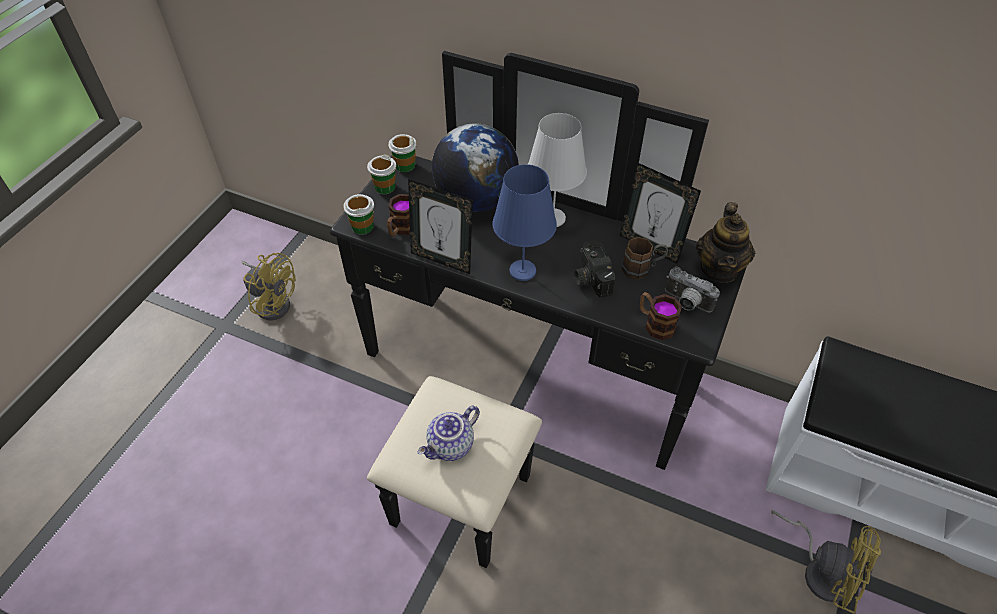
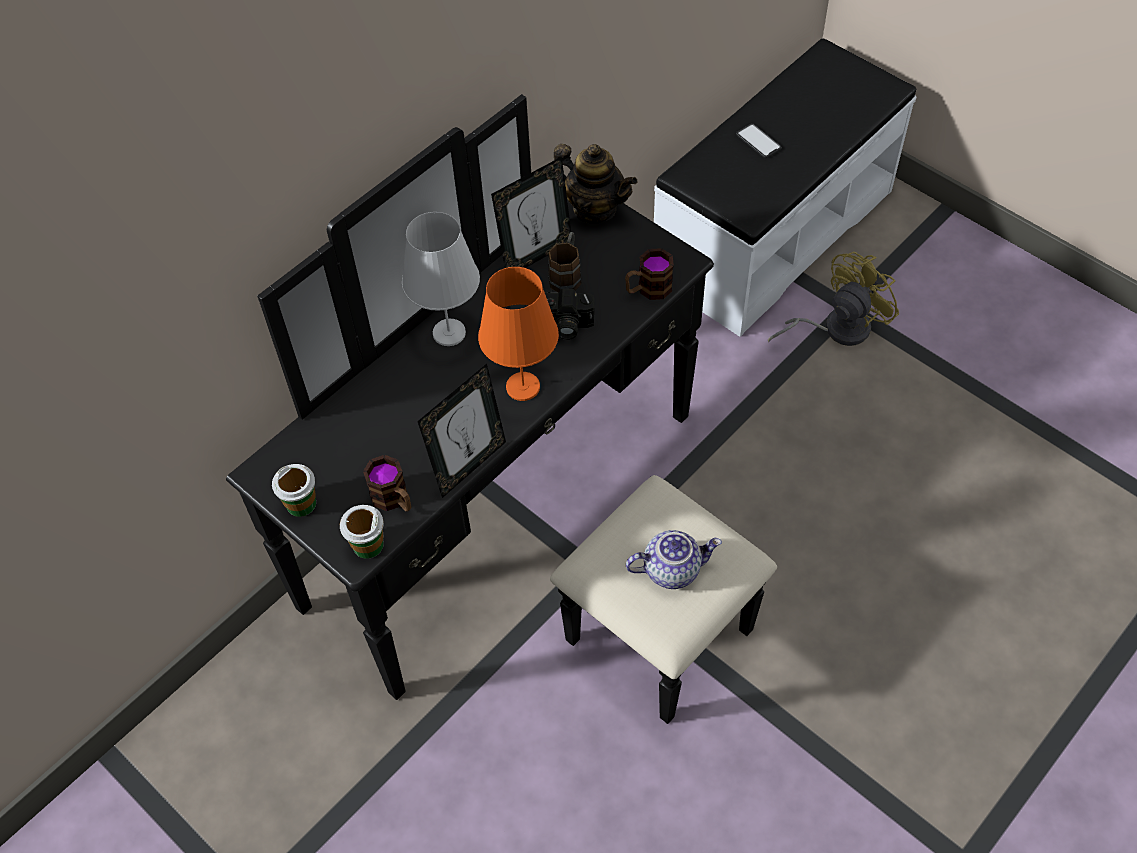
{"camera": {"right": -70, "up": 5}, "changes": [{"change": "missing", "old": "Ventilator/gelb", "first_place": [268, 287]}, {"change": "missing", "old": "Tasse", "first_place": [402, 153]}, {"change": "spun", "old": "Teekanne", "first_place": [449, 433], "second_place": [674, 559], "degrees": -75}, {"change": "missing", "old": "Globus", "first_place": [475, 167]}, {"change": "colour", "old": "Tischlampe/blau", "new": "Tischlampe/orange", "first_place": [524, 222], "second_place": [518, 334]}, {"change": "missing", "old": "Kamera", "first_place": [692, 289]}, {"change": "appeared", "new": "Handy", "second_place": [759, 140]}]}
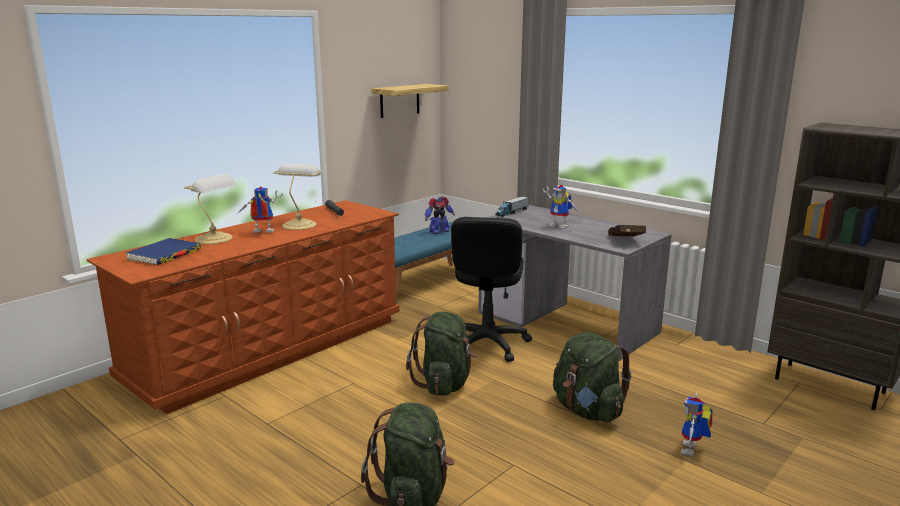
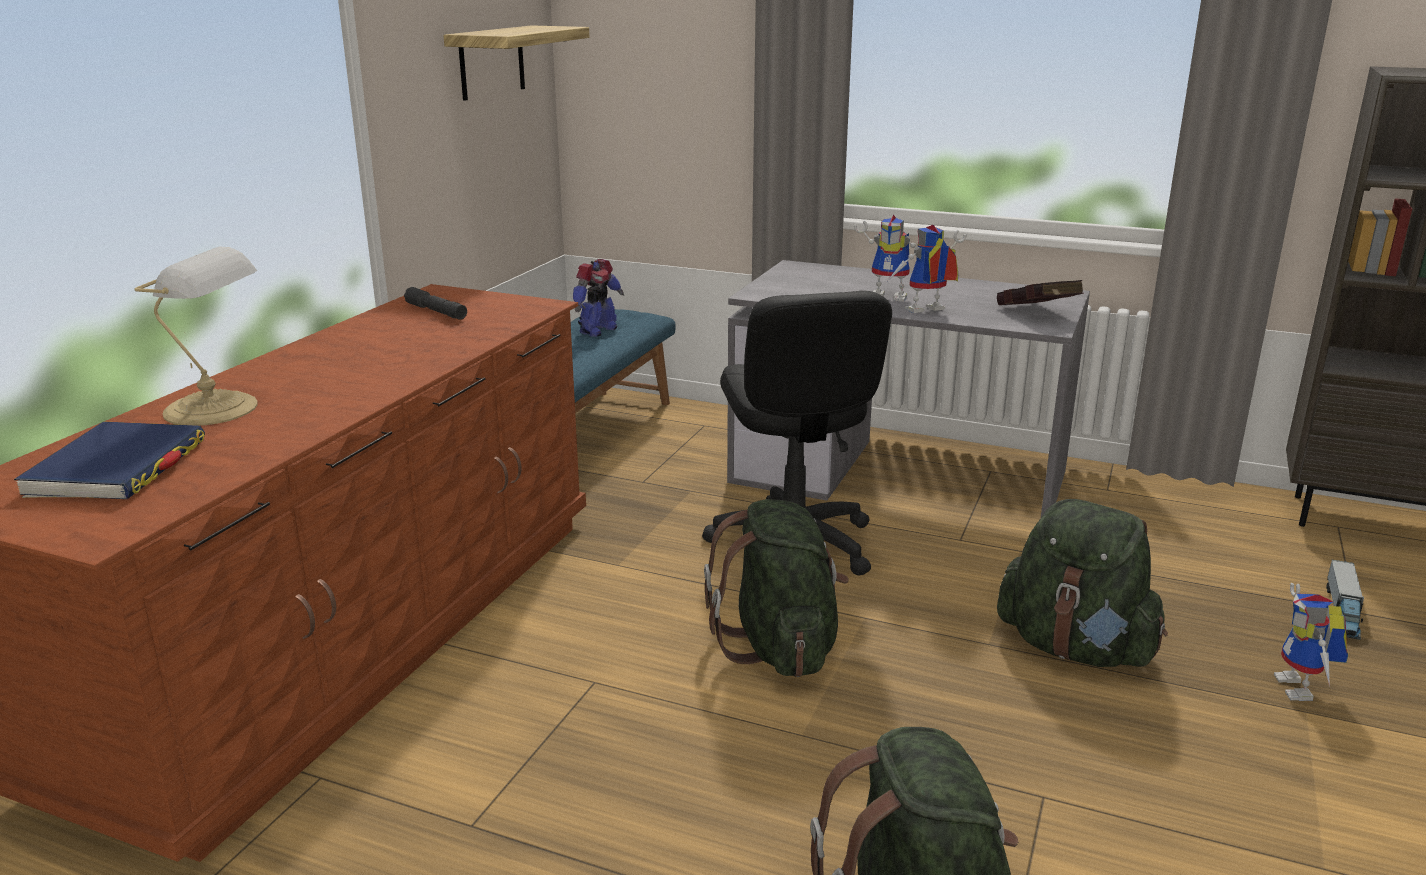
{"camera": {"right": -20, "up": 5}, "changes": [{"change": "relocated", "old": "Spielzeugroboter", "first_place": [260, 209], "second_place": [927, 269]}, {"change": "missing", "old": "Tischlampe", "first_place": [297, 197]}, {"change": "relocated", "old": "Spielzeuglaster", "first_place": [512, 206], "second_place": [1345, 599]}]}
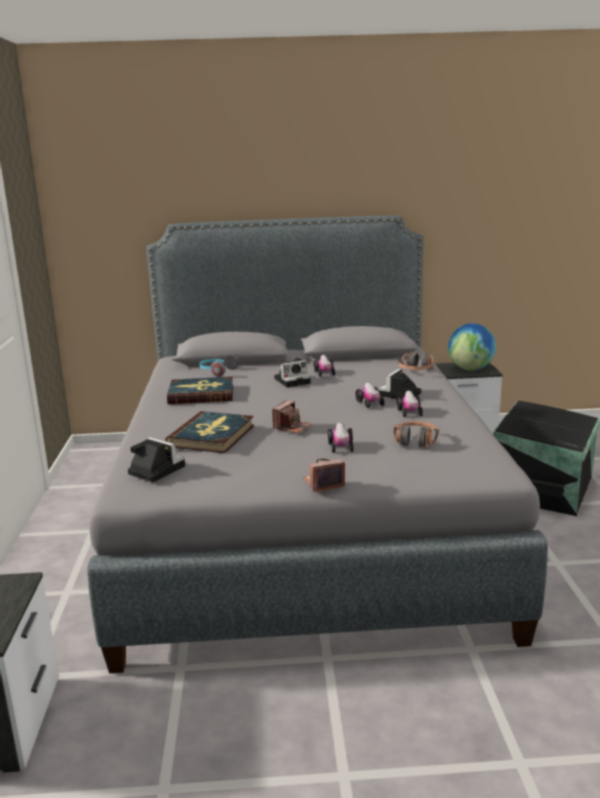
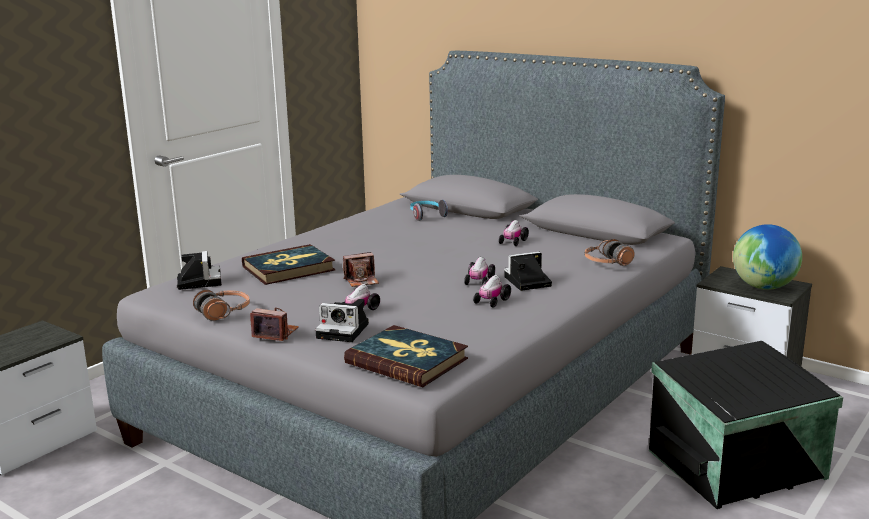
{"camera": {"right": 40, "up": 0}, "changes": [{"change": "relocated", "old": "Buch", "first_place": [200, 390], "second_place": [406, 356]}, {"change": "relocated", "old": "Kamera", "first_place": [292, 372], "second_place": [342, 320]}, {"change": "relocated", "old": "Kopfhörer", "first_place": [416, 434], "second_place": [221, 305]}]}
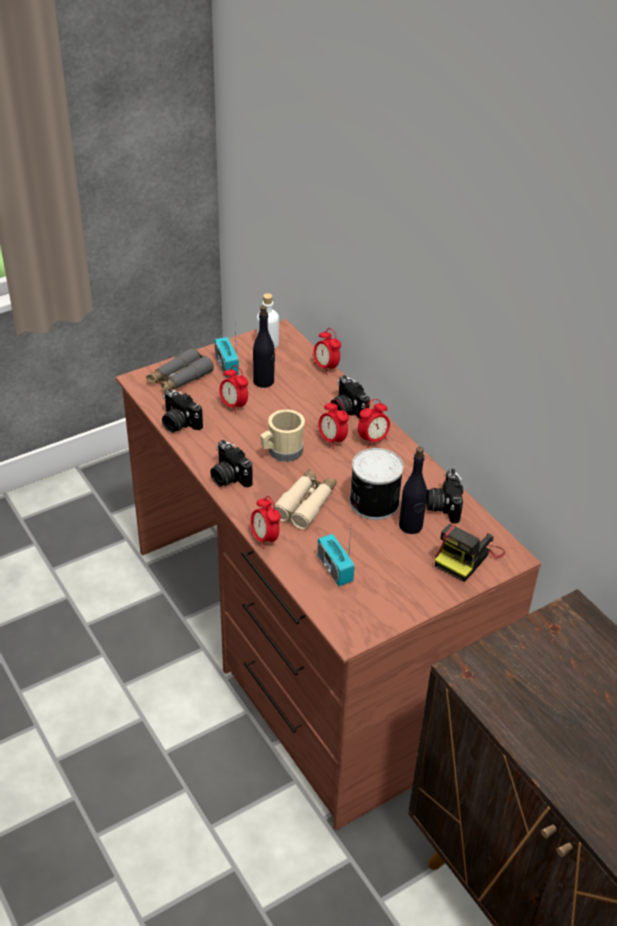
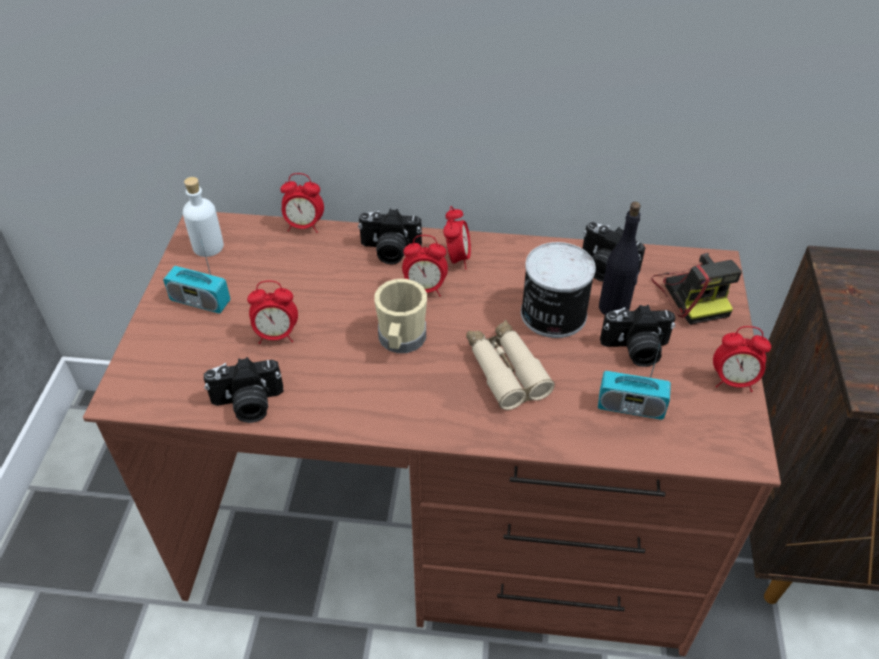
{"camera": {"right": -50, "up": 5}, "changes": [{"change": "missing", "old": "Fernglas/grau", "first_place": [180, 369]}, {"change": "relocated", "old": "Kamera", "first_place": [231, 464], "second_place": [637, 336]}, {"change": "relocated", "old": "Wecker", "first_place": [266, 522], "second_place": [742, 359]}, {"change": "missing", "old": "Flasche/schwarz", "first_place": [264, 346]}]}
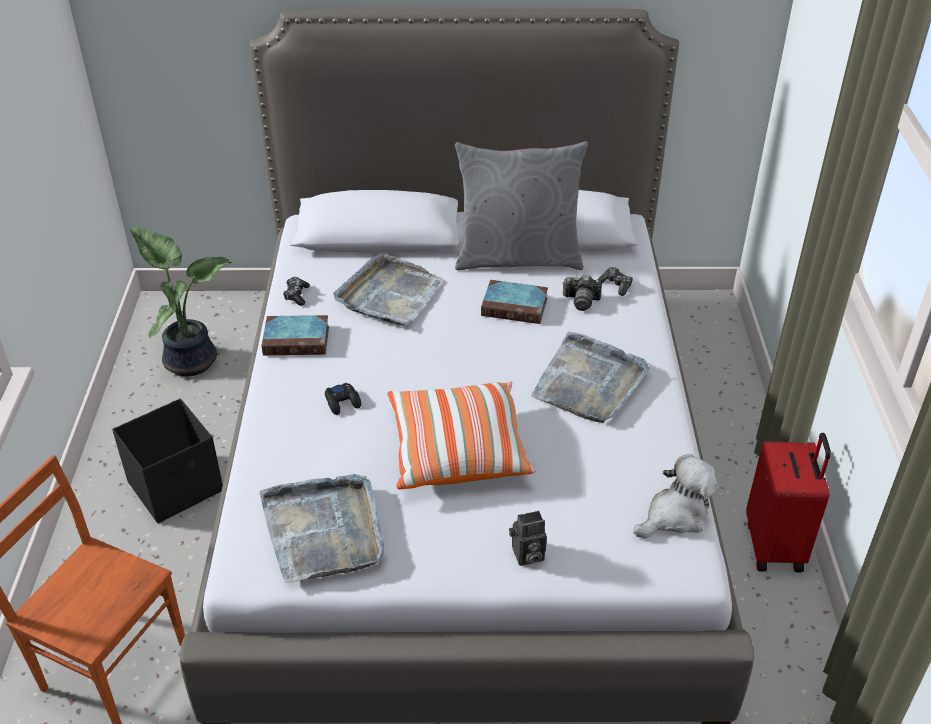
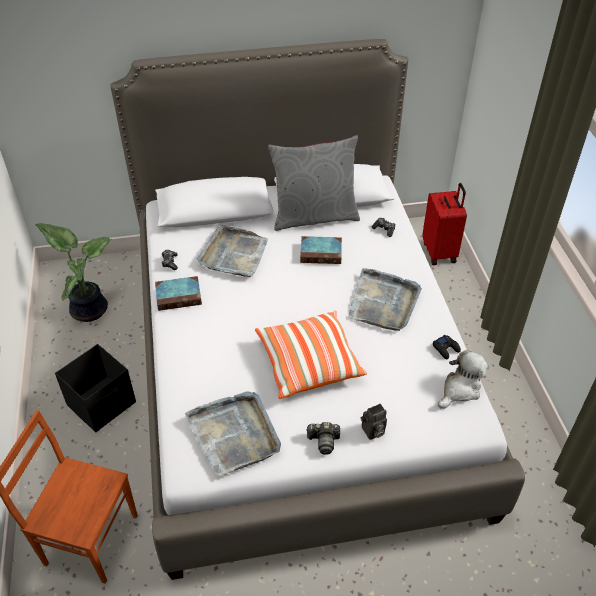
{"camera": {"right": -10, "up": 5}, "changes": [{"change": "relocated", "old": "Gamepad/schwarz", "first_place": [343, 399], "second_place": [447, 347]}, {"change": "relocated", "old": "Kamera", "first_place": [582, 293], "second_place": [323, 438]}, {"change": "relocated", "old": "Koffer/rot", "first_place": [788, 503], "second_place": [444, 224]}]}
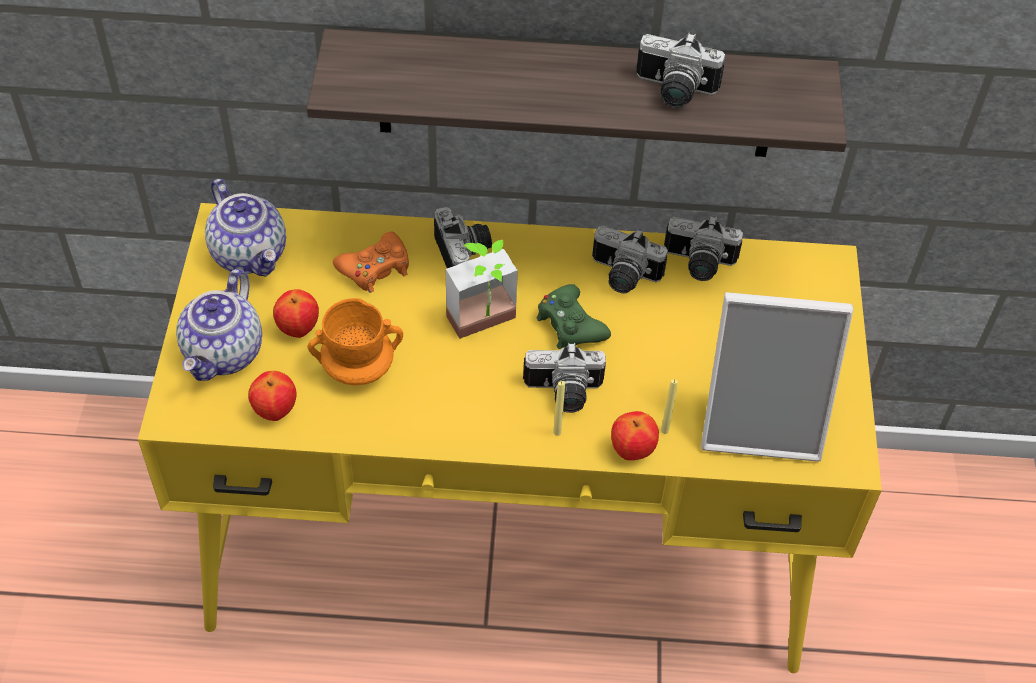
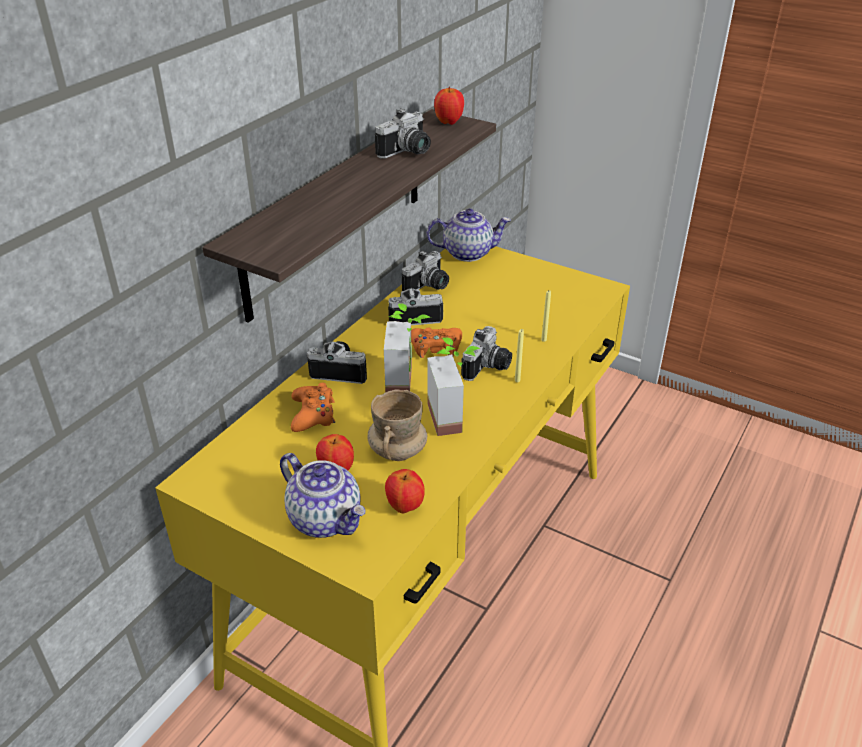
{"camera": {"right": -60, "up": -15}, "changes": [{"change": "relocated", "old": "Teekanne", "first_place": [245, 228], "second_place": [469, 235]}, {"change": "colour", "old": "Henkelbecher/orange", "new": "Henkelbecher/beige", "first_place": [355, 342], "second_place": [397, 425]}, {"change": "colour", "old": "Gamepad/grün", "new": "Gamepad/orange", "first_place": [574, 316], "second_place": [436, 343]}, {"change": "spun", "old": "Kamera", "first_place": [630, 259], "second_place": [415, 306], "degrees": -150}, {"change": "relocated", "old": "Apfel", "first_place": [635, 435], "second_place": [449, 105]}, {"change": "missing", "old": "Bilderrahmen", "first_place": [777, 377]}, {"change": "appeared", "new": "Topfpflanze", "second_place": [453, 386]}]}
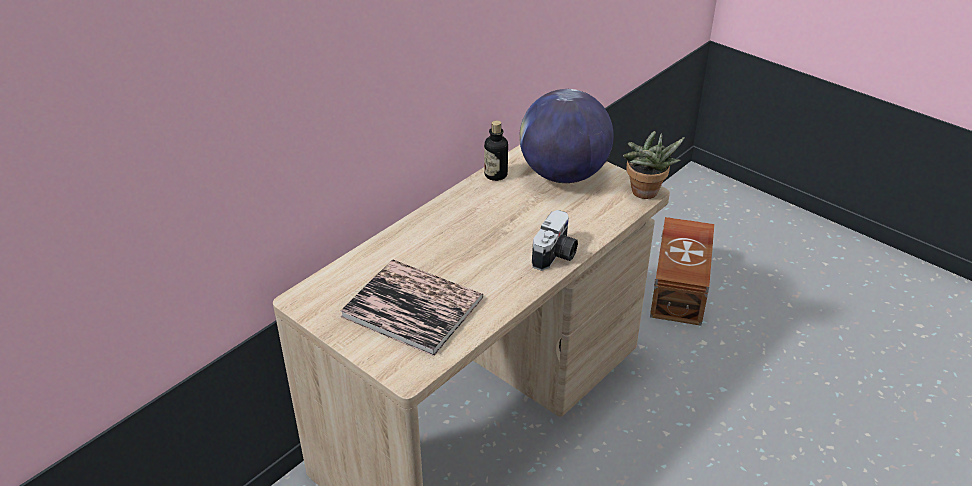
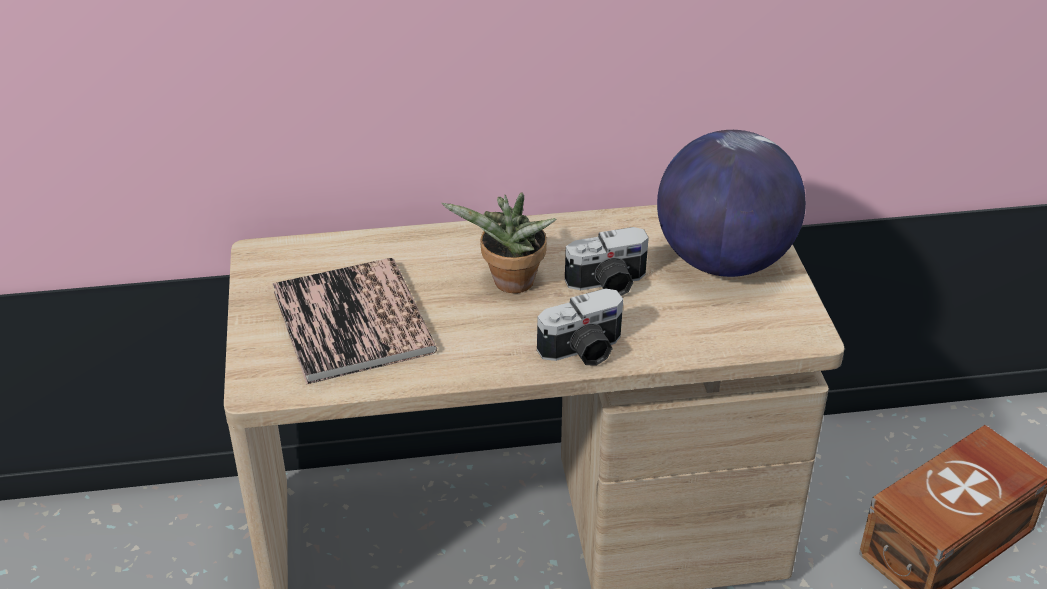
{"camera": {"right": 40, "up": 0}, "changes": [{"change": "missing", "old": "Flasche", "first_place": [496, 150]}, {"change": "relocated", "old": "Topfpflanze", "first_place": [654, 165], "second_place": [499, 242]}, {"change": "appeared", "new": "Kamera", "second_place": [607, 261]}]}
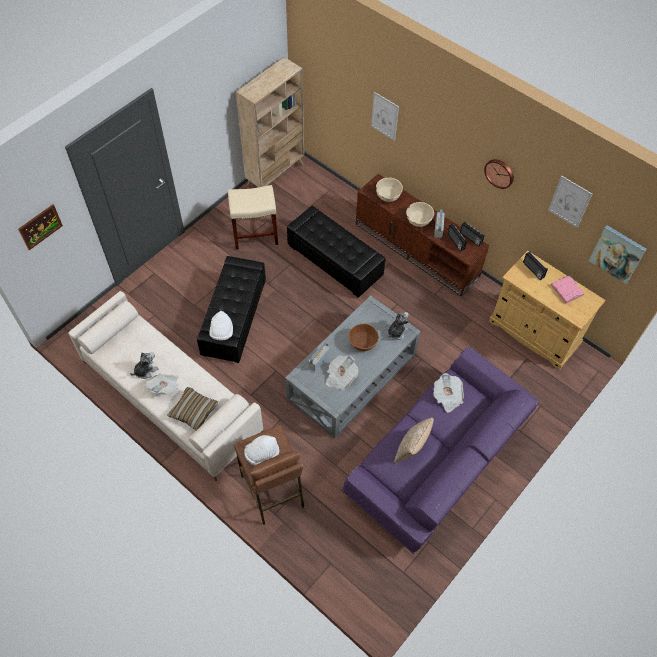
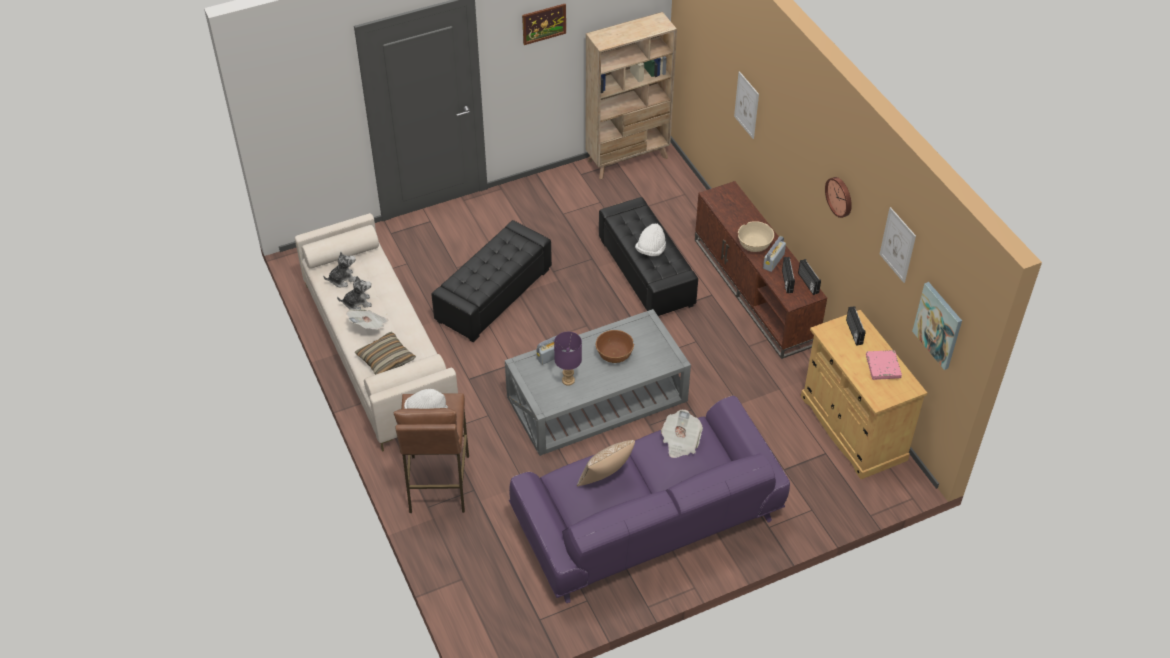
{"camera": {"right": 25, "up": -10}, "changes": [{"change": "relocated", "old": "Bild", "first_place": [40, 227], "second_place": [544, 24]}, {"change": "relocated", "old": "Hut/weiß", "first_place": [221, 325], "second_place": [650, 240]}, {"change": "missing", "old": "Hocker/beige", "first_place": [253, 217]}, {"change": "exchanged", "old": "Zeitung", "new": "Tischlampe/lila", "first_place": [342, 373], "second_place": [568, 359]}, {"change": "missing", "old": "Schüssel/beige", "first_place": [389, 190]}, {"change": "relocated", "old": "Plüschtier", "first_place": [398, 326], "second_place": [339, 269]}]}
